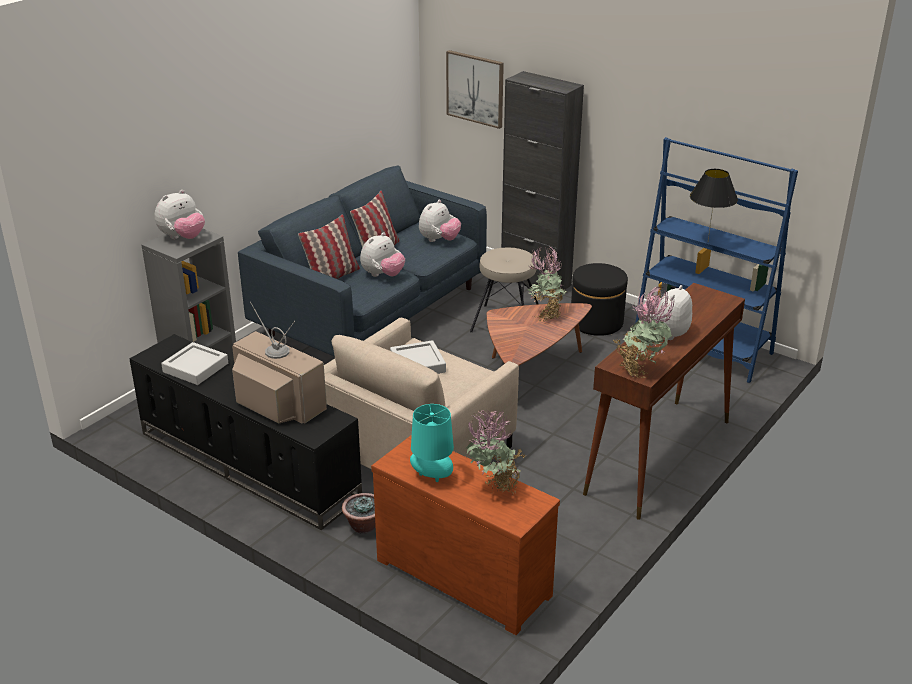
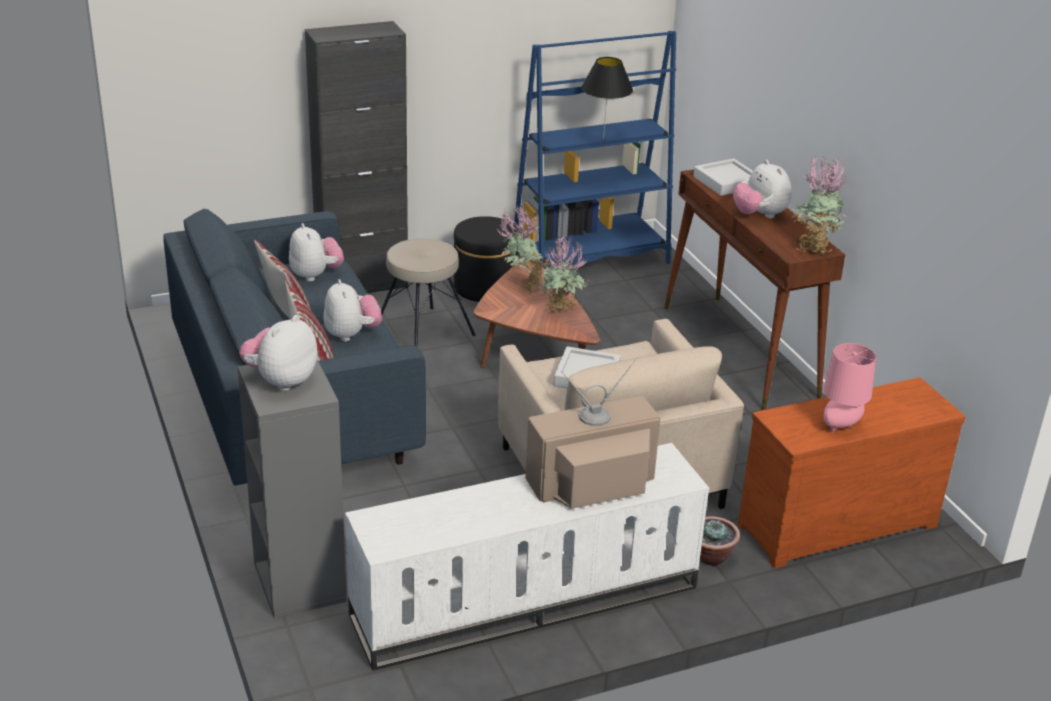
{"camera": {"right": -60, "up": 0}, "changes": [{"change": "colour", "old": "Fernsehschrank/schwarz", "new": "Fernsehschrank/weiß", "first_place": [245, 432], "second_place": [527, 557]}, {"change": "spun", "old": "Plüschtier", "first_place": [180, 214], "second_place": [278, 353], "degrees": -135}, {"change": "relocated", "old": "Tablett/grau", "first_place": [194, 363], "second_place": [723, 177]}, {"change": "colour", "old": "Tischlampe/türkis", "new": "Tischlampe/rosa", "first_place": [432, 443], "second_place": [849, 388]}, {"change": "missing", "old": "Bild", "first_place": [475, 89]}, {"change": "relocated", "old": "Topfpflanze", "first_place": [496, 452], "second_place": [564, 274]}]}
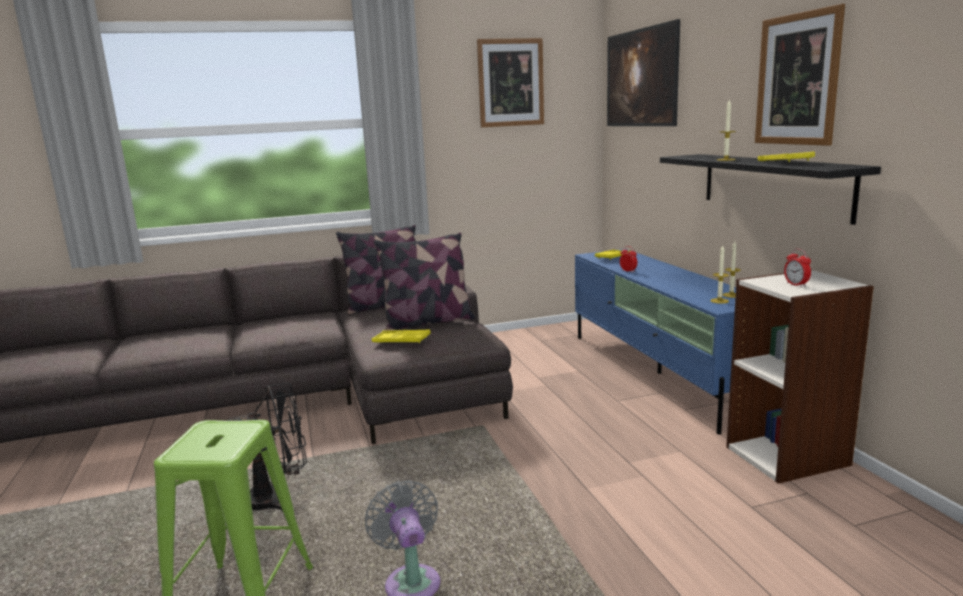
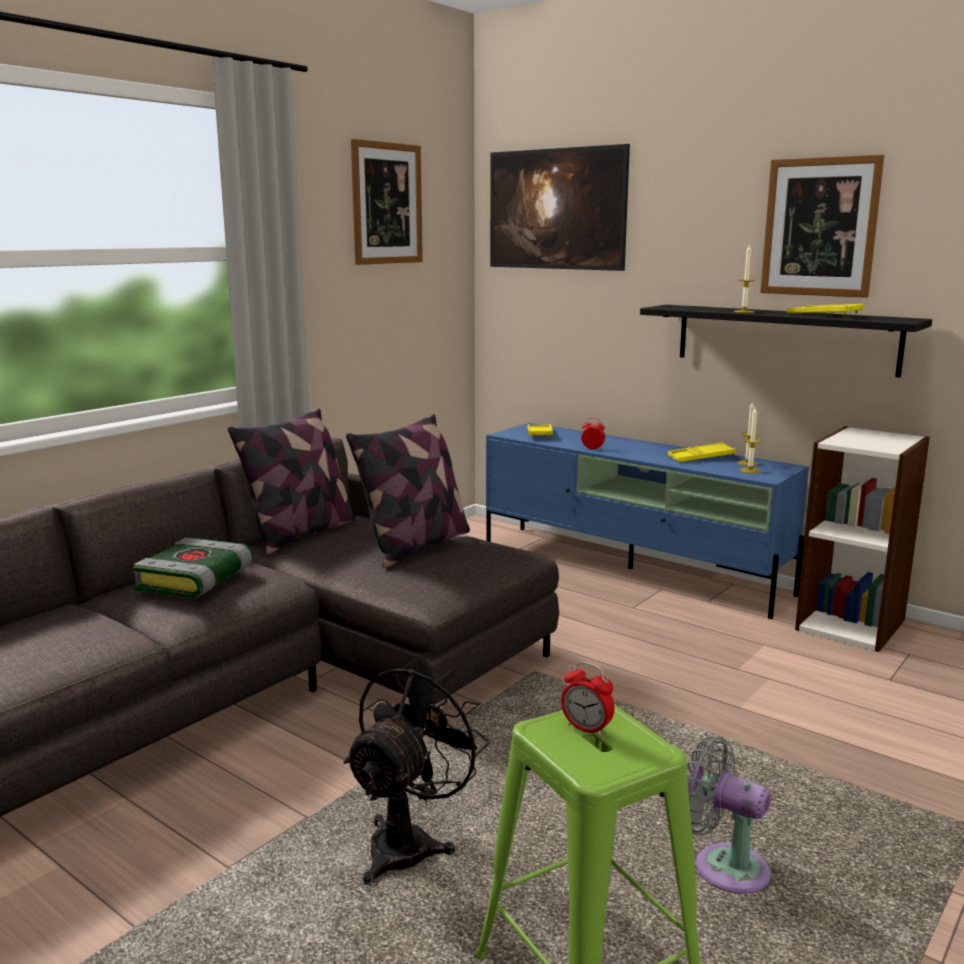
{"camera": {"right": -35, "up": 0}, "changes": [{"change": "relocated", "old": "Tablett/gelb", "first_place": [401, 336], "second_place": [702, 452]}, {"change": "relocated", "old": "Wecker", "first_place": [797, 268], "second_place": [588, 699]}, {"change": "appeared", "new": "Buch", "second_place": [192, 568]}]}
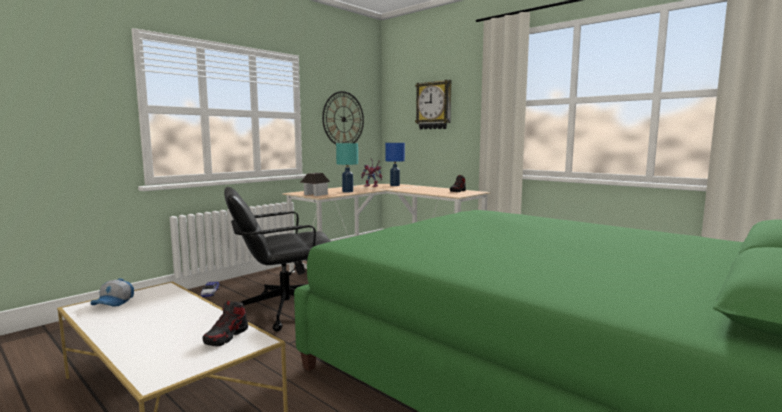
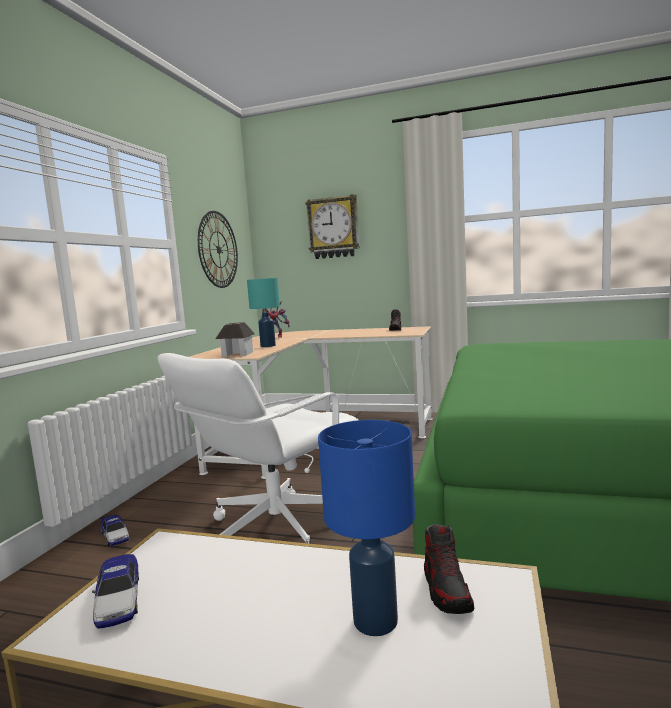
{"camera": {"right": -25, "up": 0}, "changes": [{"change": "exchanged", "old": "Kappe", "new": "Spielzeugauto", "first_place": [112, 292], "second_place": [115, 591]}, {"change": "colour", "old": "Bürostuhl/schwarz", "new": "Bürostuhl/weiß", "first_place": [278, 259], "second_place": [258, 448]}, {"change": "relocated", "old": "Tischlampe/blau", "first_place": [395, 164], "second_place": [366, 528]}]}
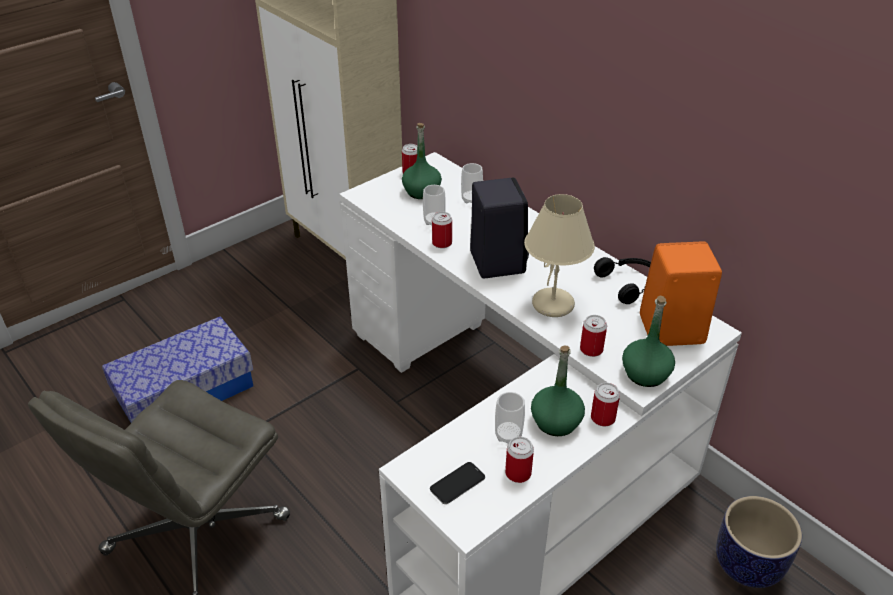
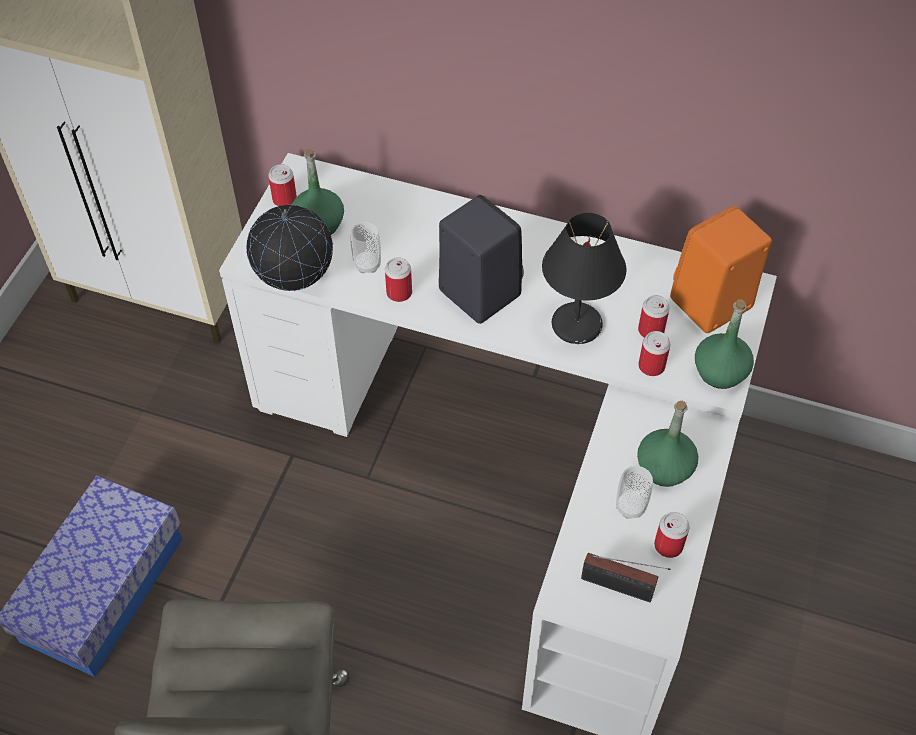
{"camera": {"right": -30, "up": 15}, "changes": [{"change": "exchanged", "old": "Handy", "new": "Radio", "first_place": [457, 483], "second_place": [626, 577]}, {"change": "missing", "old": "Tasse", "first_place": [472, 183]}, {"change": "colour", "old": "Tischlampe/beige", "new": "Tischlampe/schwarz", "first_place": [559, 255], "second_place": [584, 278]}, {"change": "relocated", "old": "Dose", "first_place": [605, 404], "second_place": [654, 316]}, {"change": "missing", "old": "Kopfhörer/schwarz", "first_place": [622, 280]}, {"change": "missing", "old": "Pflanzkübel", "first_place": [759, 542]}, {"change": "appeared", "new": "Globus", "second_place": [289, 248]}]}
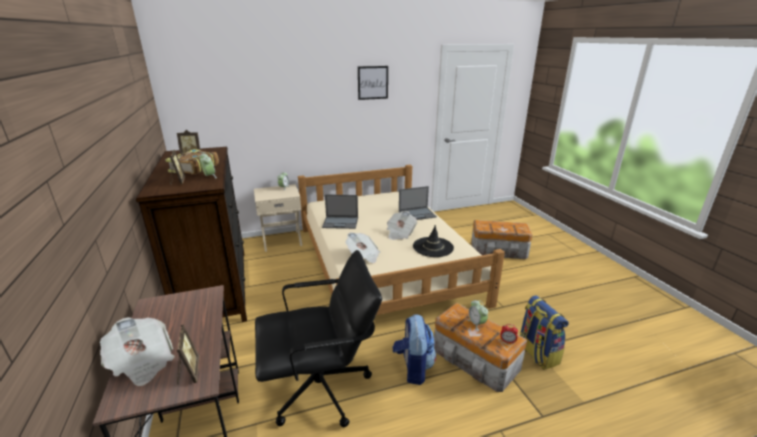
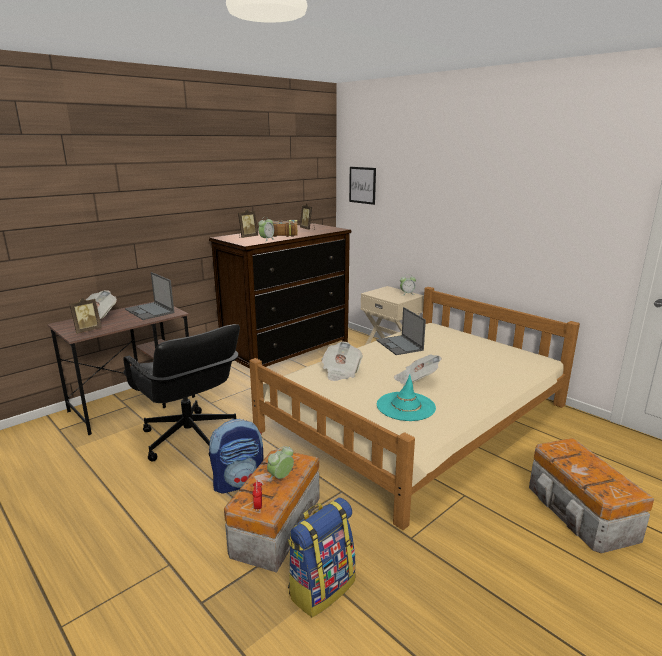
{"camera": {"right": 65, "up": -5}, "changes": [{"change": "relocated", "old": "Bild", "first_place": [373, 83], "second_place": [362, 186]}, {"change": "relocated", "old": "Laptop", "first_place": [418, 203], "second_place": [149, 296]}, {"change": "colour", "old": "Hut/schwarz", "new": "Hut/türkis", "first_place": [433, 241], "second_place": [406, 398]}]}
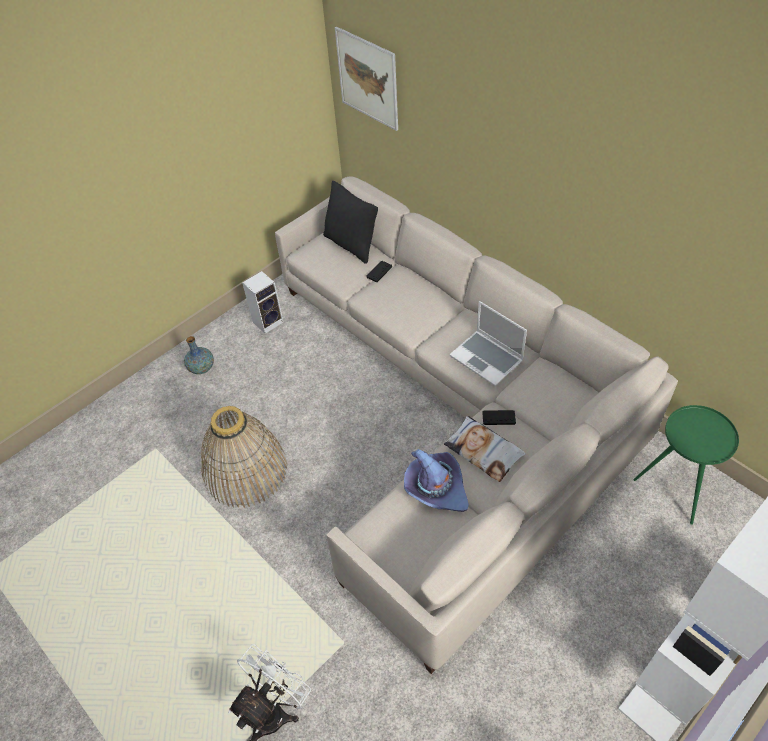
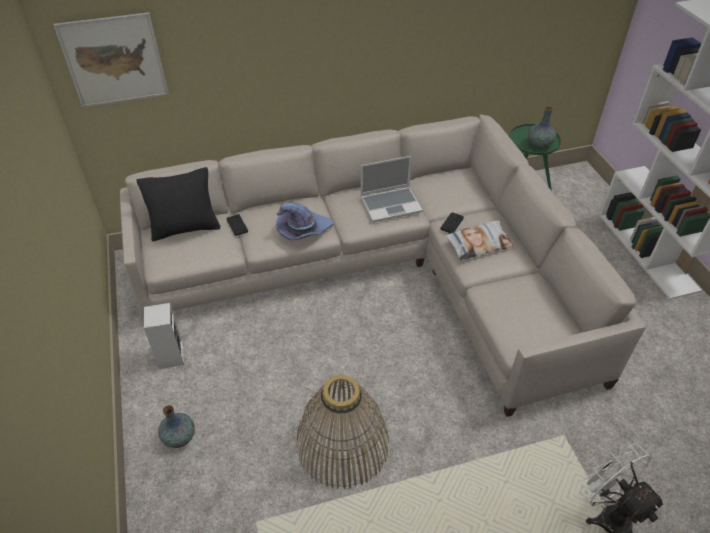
{"camera": {"right": -65, "up": -5}, "changes": [{"change": "relocated", "old": "Hut/lila", "first_place": [436, 480], "second_place": [305, 221]}, {"change": "appeared", "new": "Vase", "second_place": [542, 127]}]}
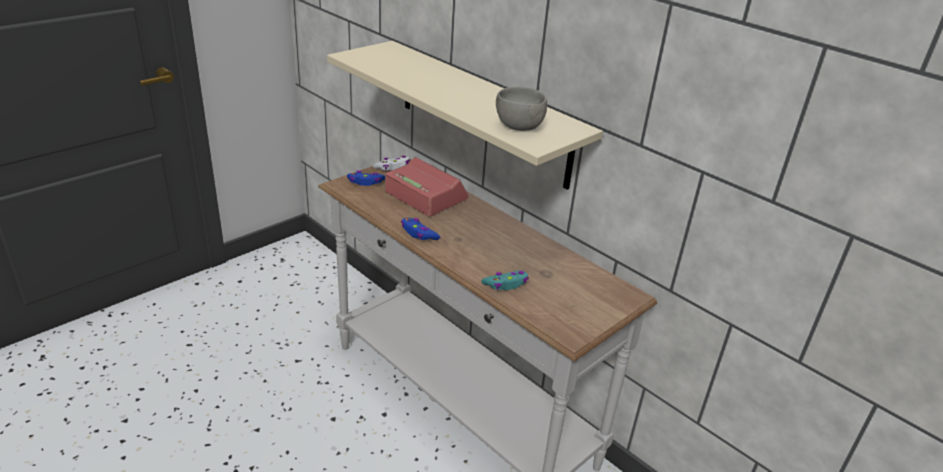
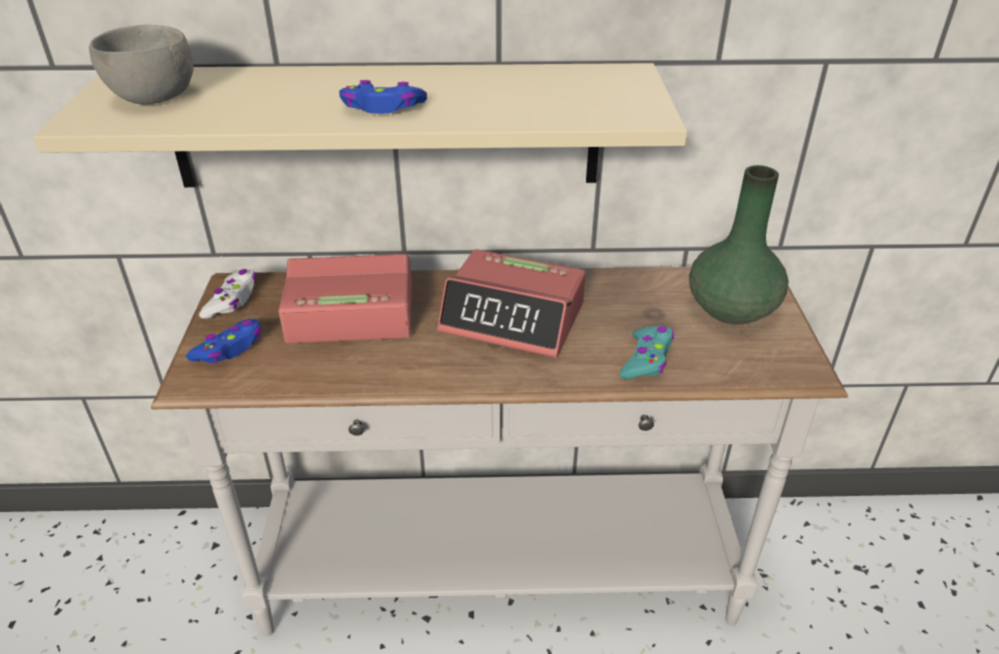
{"camera": {"right": -45, "up": 5}, "changes": [{"change": "relocated", "old": "Gamepad/blau", "first_place": [420, 229], "second_place": [383, 97]}, {"change": "relocated", "old": "Schüssel/grau", "first_place": [521, 109], "second_place": [141, 64]}, {"change": "appeared", "new": "Wecker", "second_place": [511, 303]}, {"change": "appeared", "new": "Vase/grün", "second_place": [739, 245]}]}
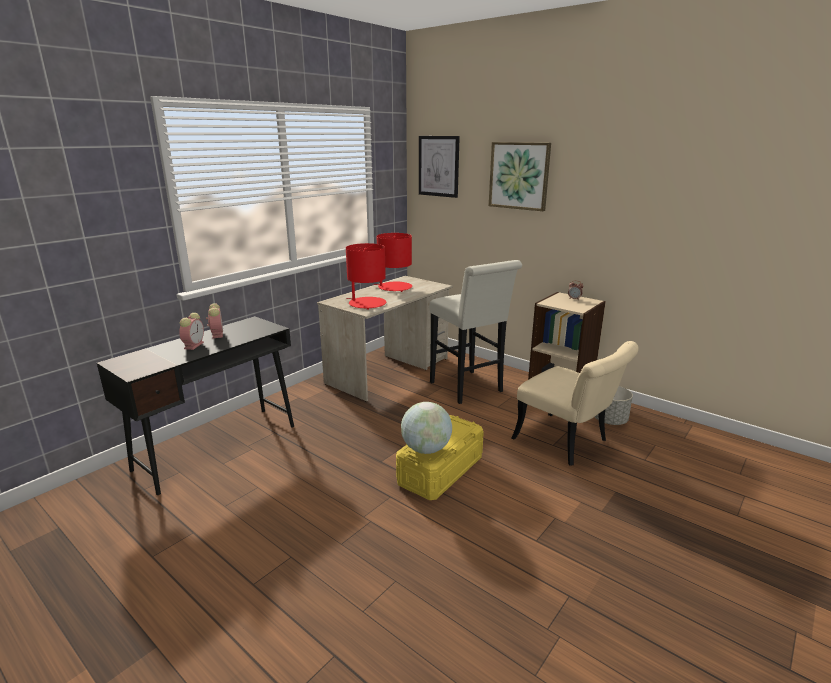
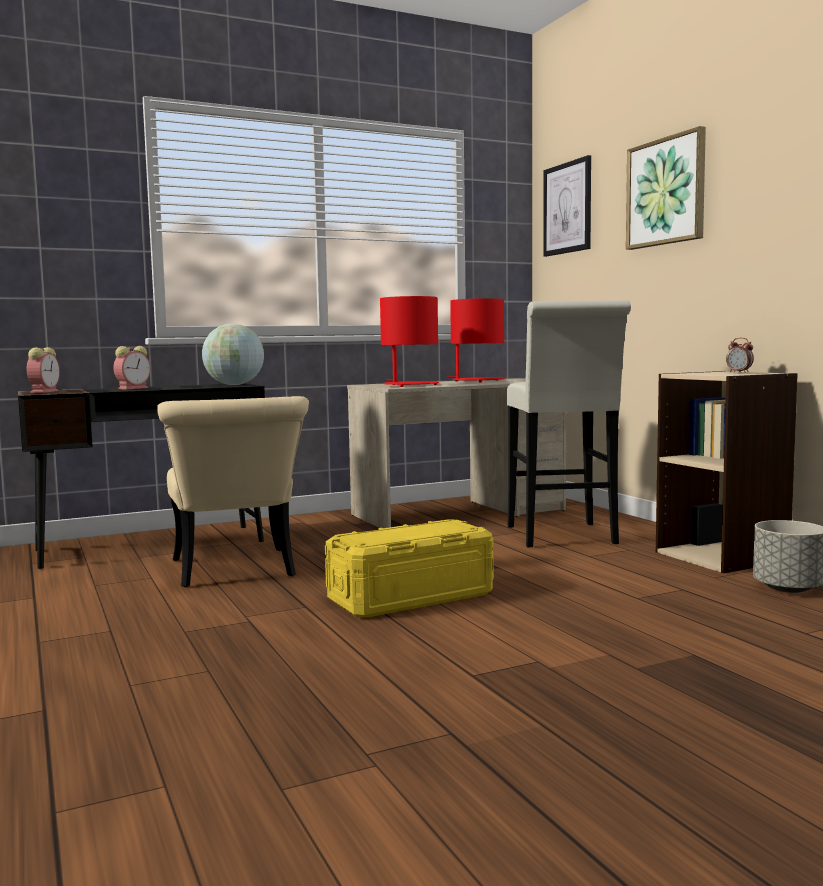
{"camera": {"right": 25, "up": -15}, "changes": [{"change": "relocated", "old": "Wecker", "first_place": [214, 321], "second_place": [43, 370]}, {"change": "relocated", "old": "Globus", "first_place": [426, 428], "second_place": [233, 354]}, {"change": "relocated", "old": "Stuhl/beige", "first_place": [575, 403], "second_place": [233, 491]}]}
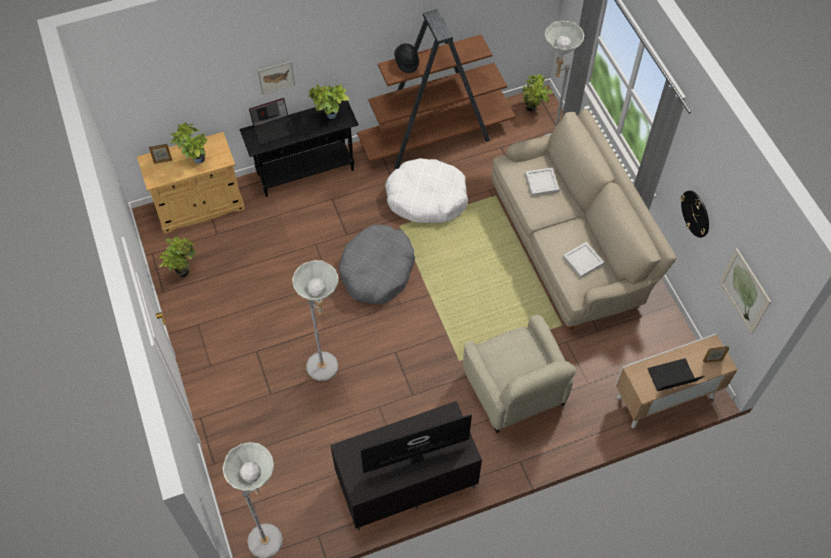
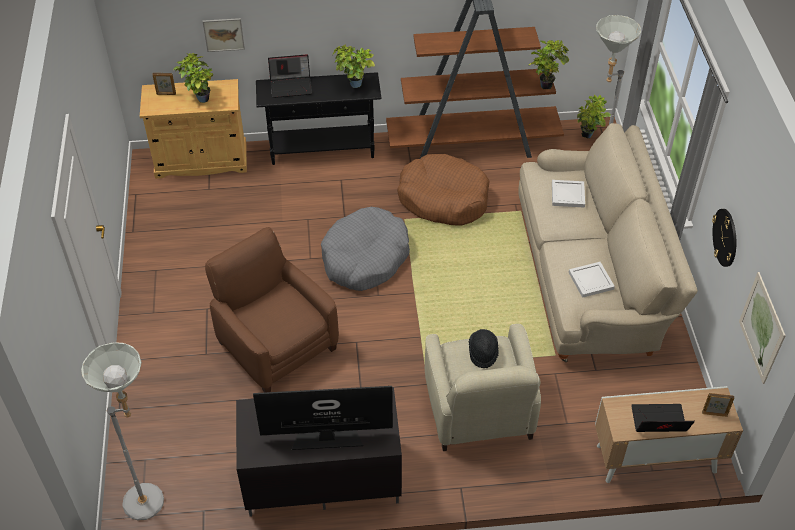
{"camera": {"right": 15, "up": -10}, "changes": [{"change": "relocated", "old": "Topfpflanze", "first_place": [177, 257], "second_place": [549, 64]}, {"change": "relocated", "old": "Bild", "first_place": [276, 78], "second_place": [224, 35]}, {"change": "exchanged", "old": "Stehlampe/grau", "new": "Sessel/braun", "first_place": [315, 320], "second_place": [272, 310]}, {"change": "colour", "old": "Hundebett/weiß", "new": "Hundebett/braun", "first_place": [426, 190], "second_place": [443, 190]}, {"change": "relocated", "old": "Hut/schwarz", "first_place": [406, 58], "second_place": [484, 348]}]}
